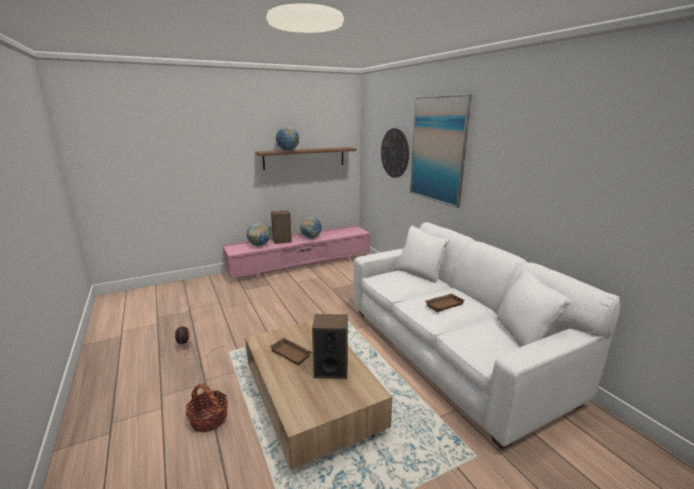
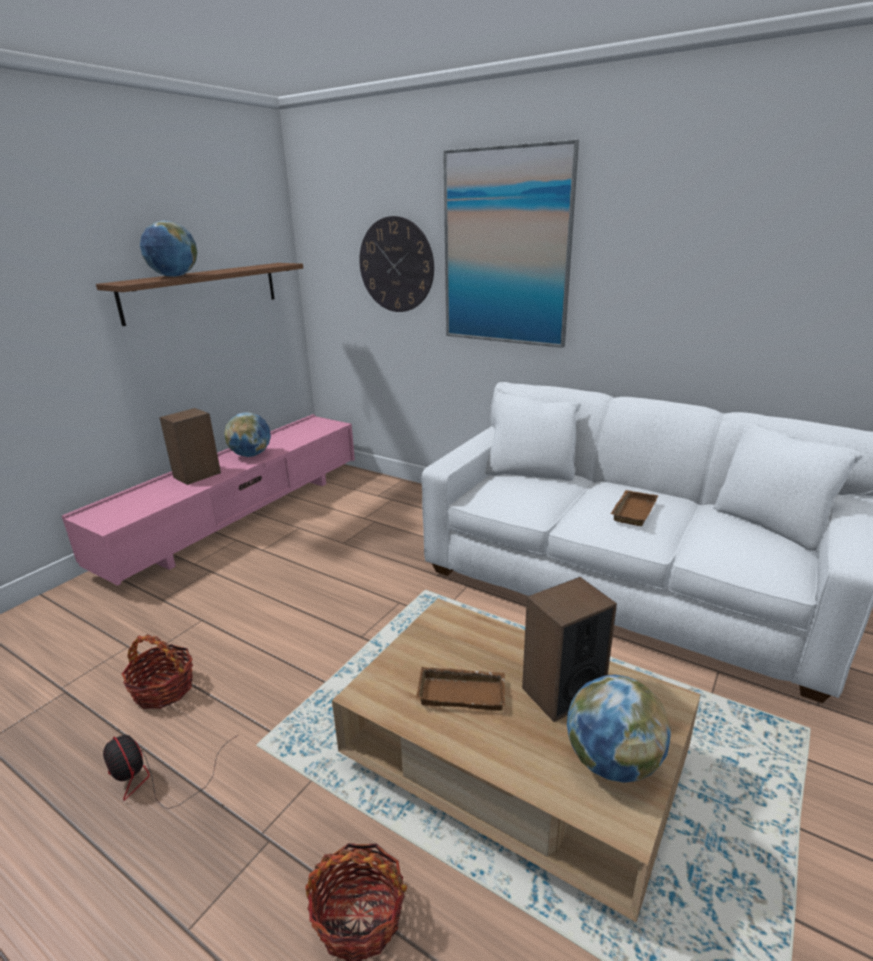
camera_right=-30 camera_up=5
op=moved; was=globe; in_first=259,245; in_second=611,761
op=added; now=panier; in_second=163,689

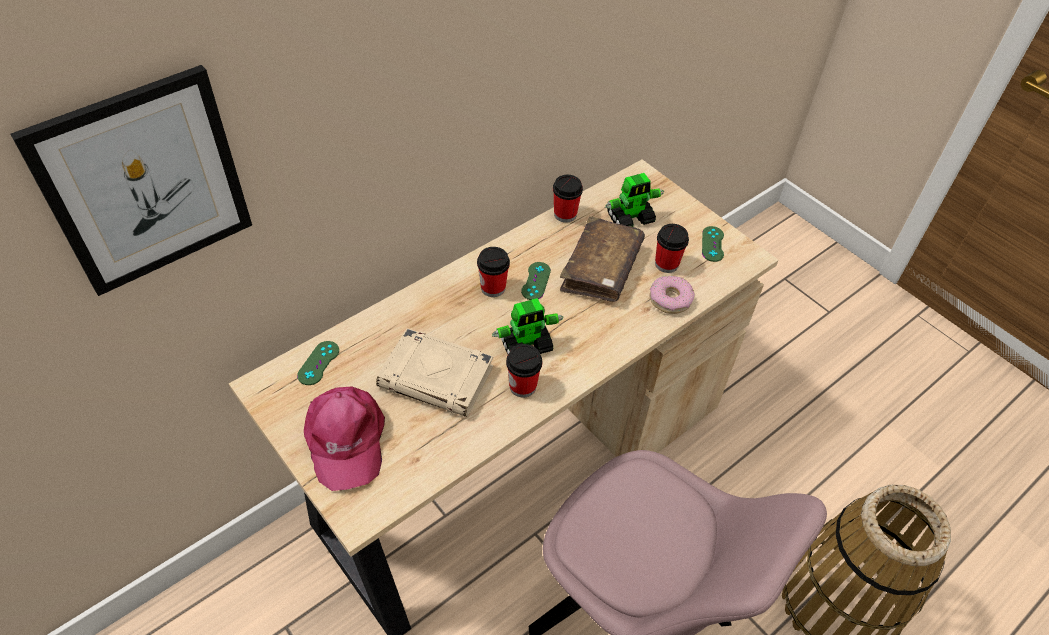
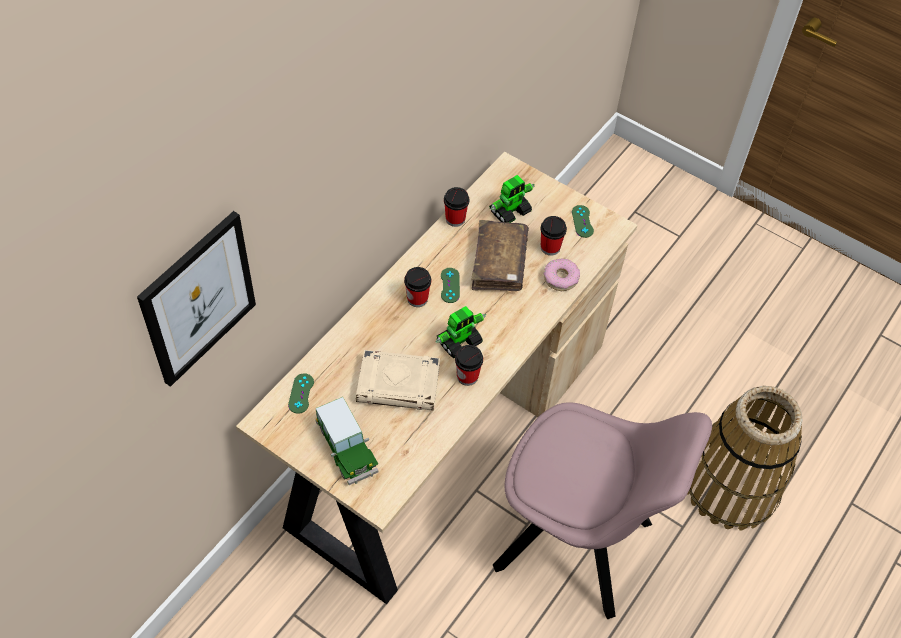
camera_right=-15 camera_up=5
op=replaced; was=casquette (rose); now=petite voiture; in_first=345,440; in_second=346,449

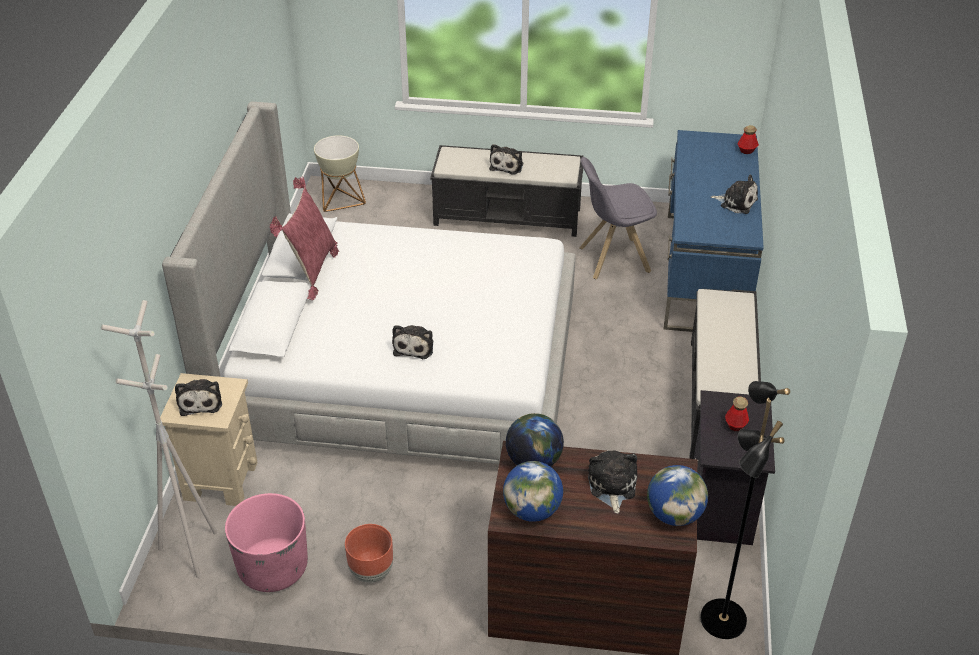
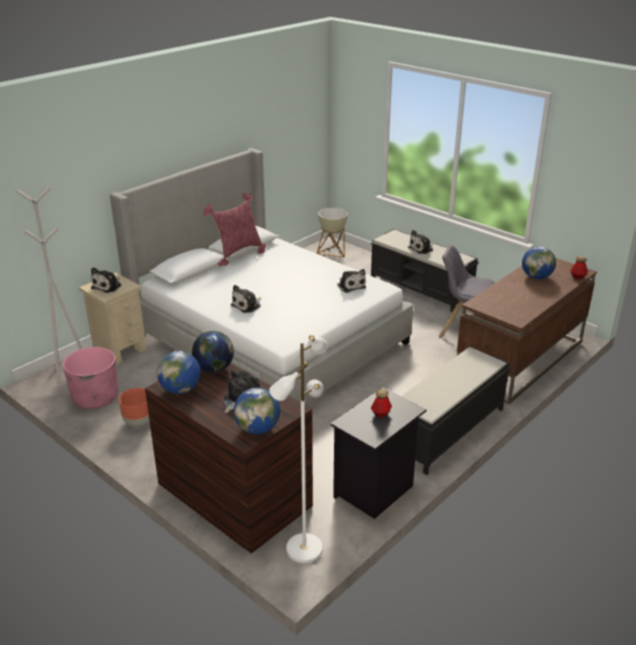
camera_right=35 camera_up=-10
op=recoloured; was=bureau (bleu); now=bureau (marron); in_first=704,274; in_second=519,360
op=recoloured; was=lampadaire (noir); now=lampadaire (blanc); in_first=721,619; in_second=303,548
op=moved; was=peluche; in_first=736,202; in_second=350,286
op=added; now=globe; in_second=536,277

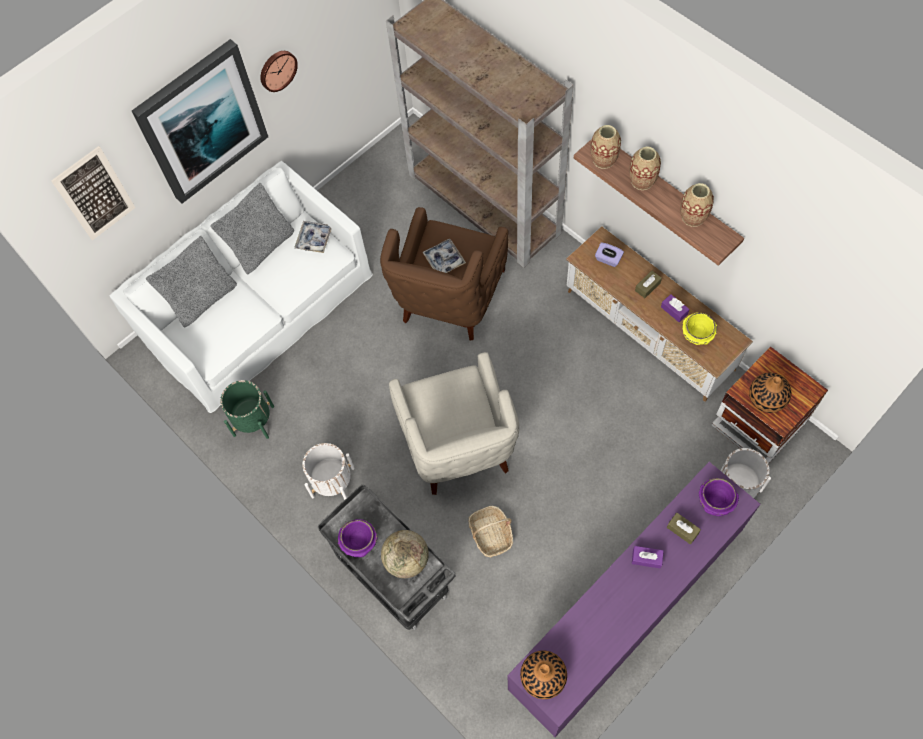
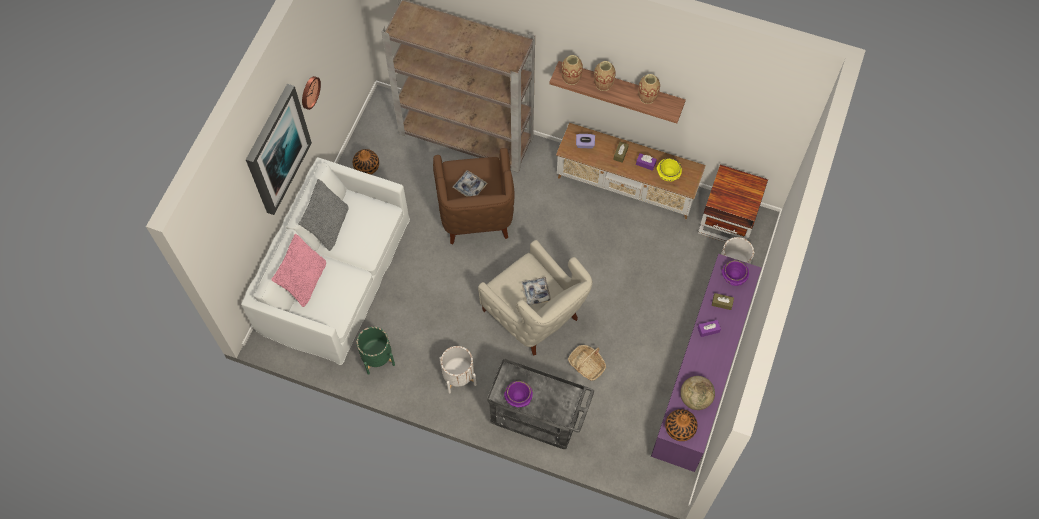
camera_right=-30 camera_up=0
op=removed; was=tableau; in_first=94,194
op=recoloured; was=coussin (gris); now=coussin (rose); in_first=202,297; in_second=304,280
op=moved; was=plateau; in_first=314,239; in_second=536,292
op=moved; was=globe; in_first=406,560; in_second=695,398
op=moved; was=vase; in_first=766,398; in_second=366,167

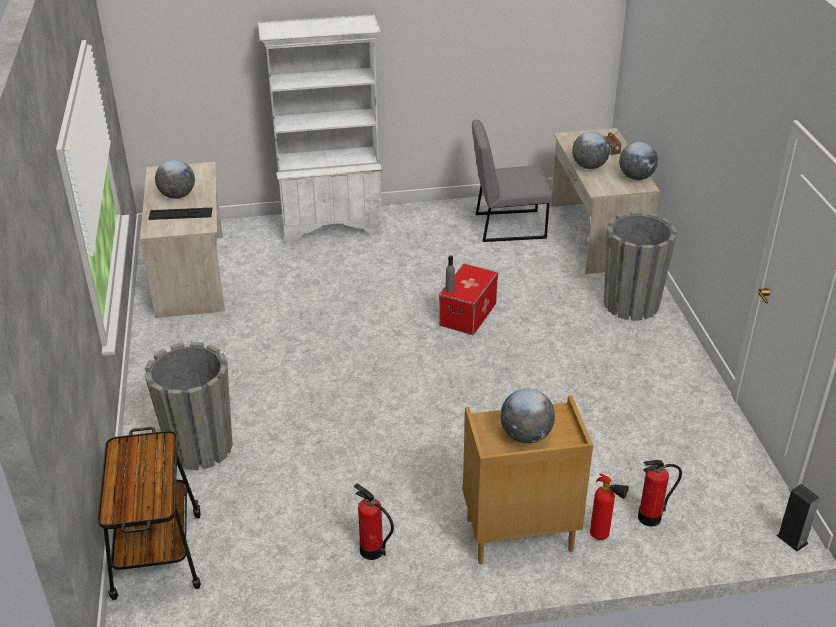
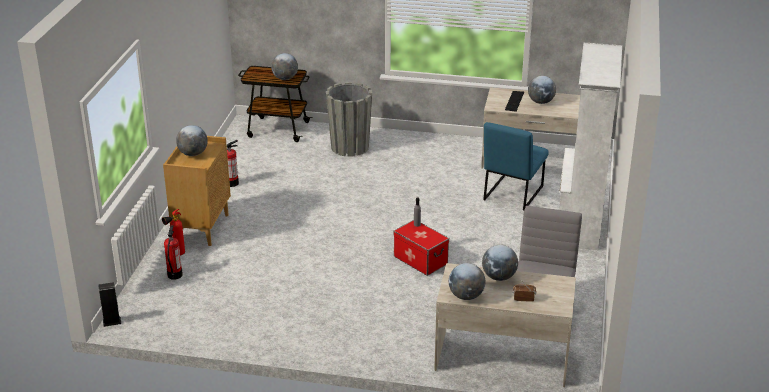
camera_right=110 camera_up=-5
op=removed; was=cache-pot (gris); in_first=631,304
op=added; now=globe; in_second=285,78
op=added; now=chaise (bleu); in_second=512,193

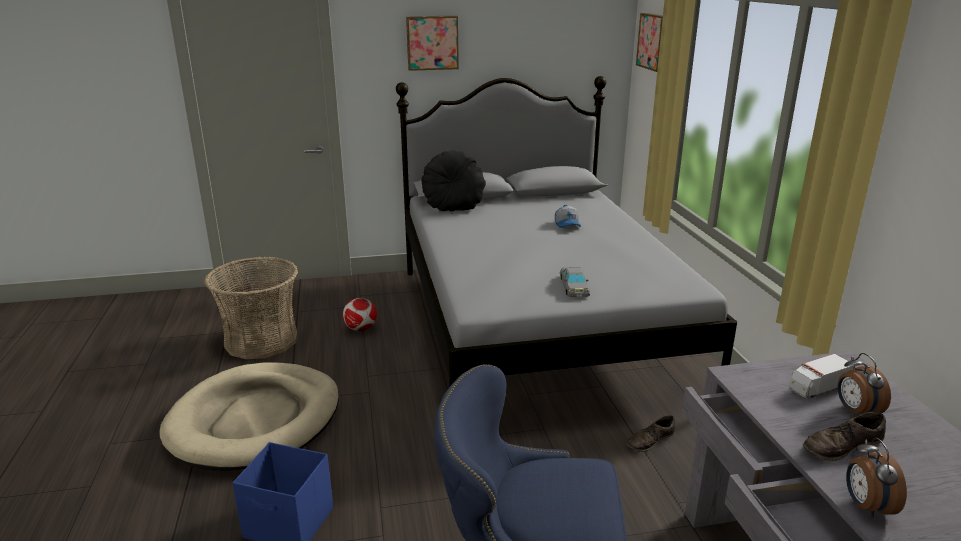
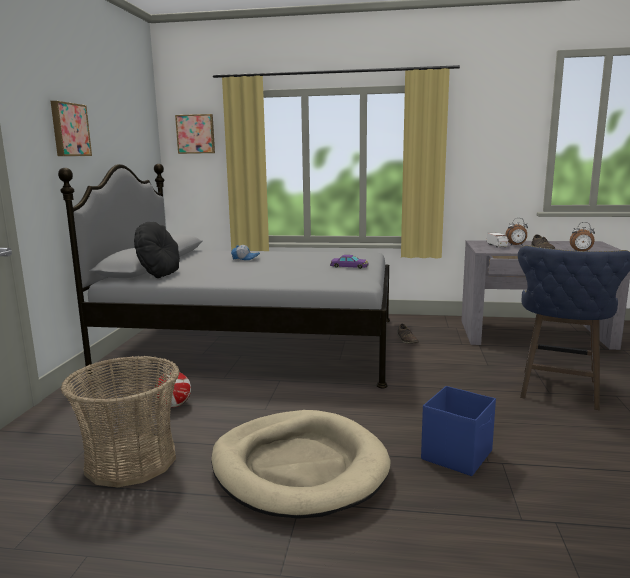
camera_right=-70 camera_up=-10
op=recoloured; was=petite voiture (gris); now=petite voiture (violet); in_first=574,286; in_second=349,266

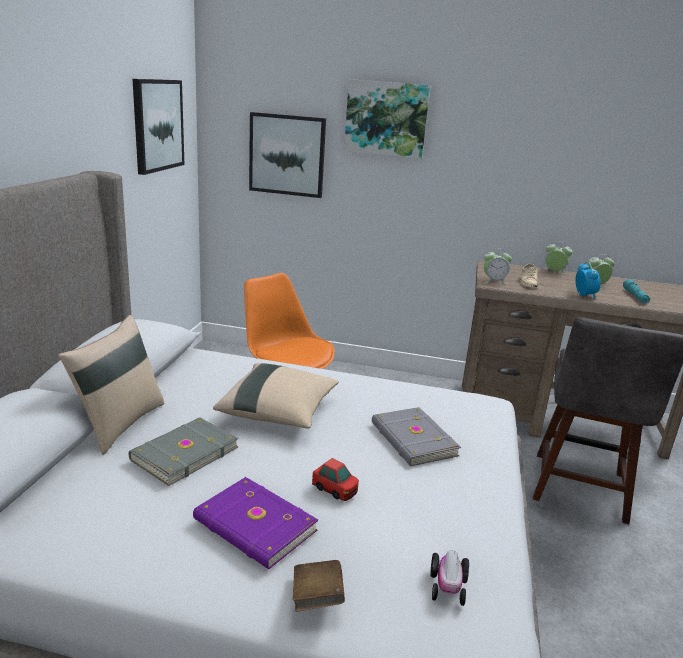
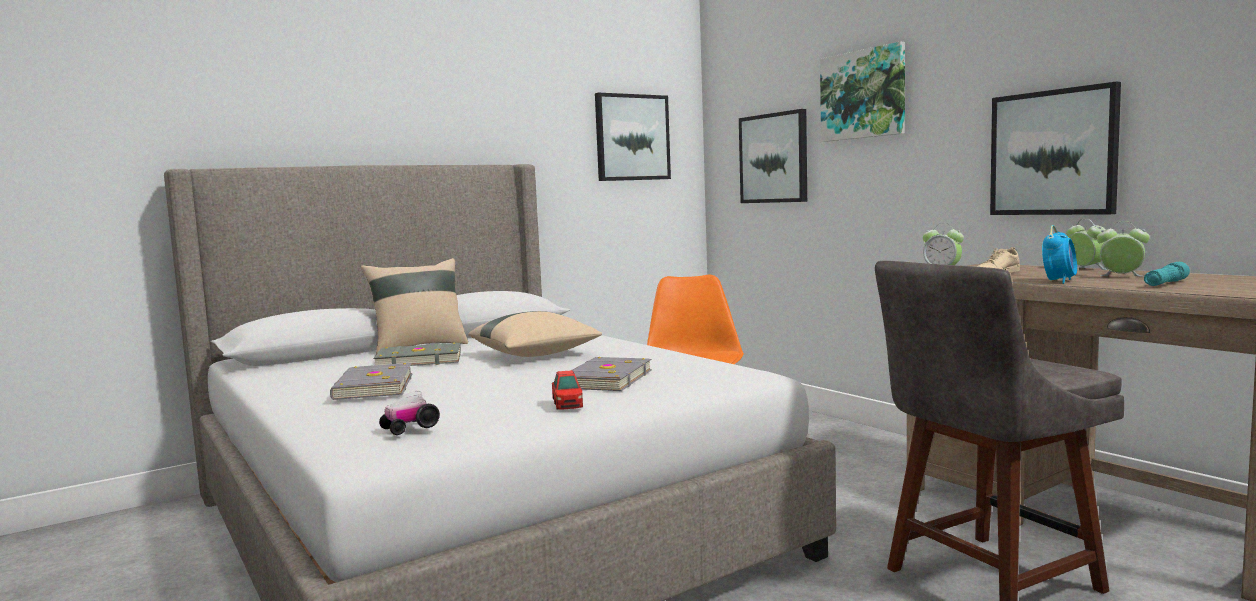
camera_right=45 camera_up=-15
op=recoloured; was=livre (violet); now=livre (gris); in_first=254,527; in_second=372,387
op=removed; was=livre (marron); in_first=317,598
op=moved; was=petite voiture; in_first=335,489; in_second=567,406
op=added; now=tableau; in_second=1053,153

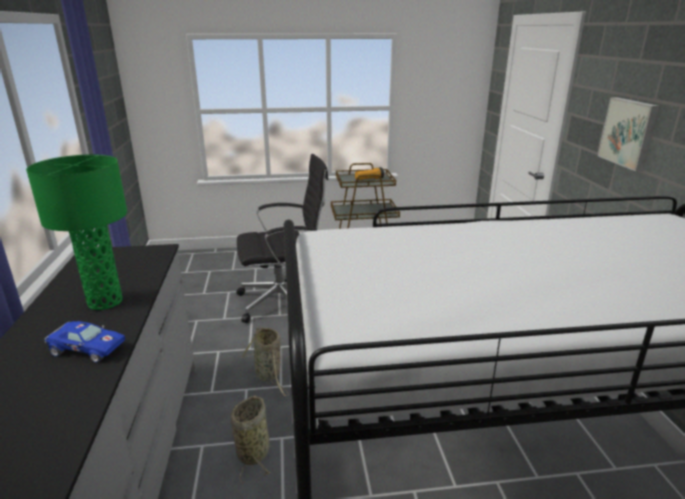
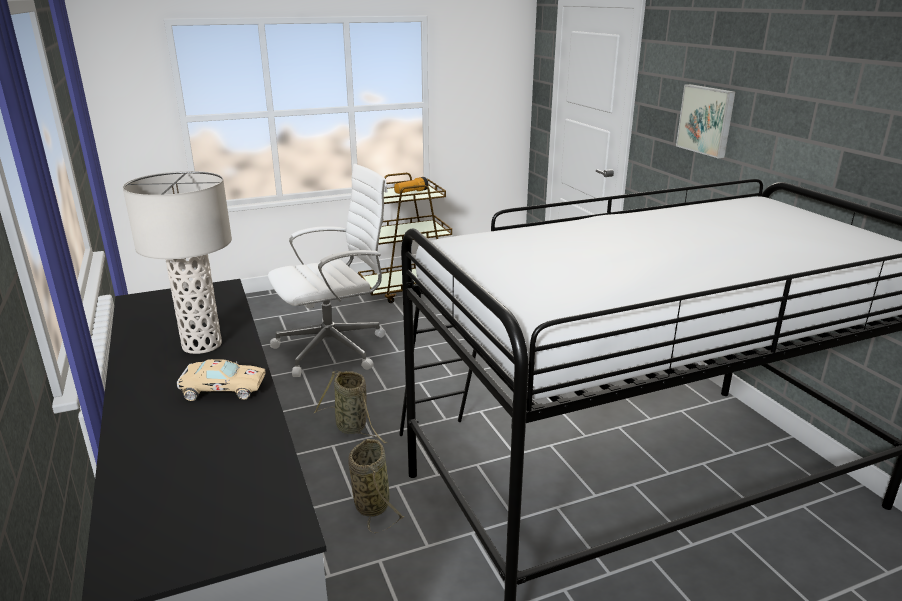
camera_right=-15 camera_up=0
op=recoloured; was=lampe de table (vert); now=lampe de table (blanc); in_first=105,301; in_second=201,344
op=recoloured; was=petite voiture (bleu); now=petite voiture (beige); in_first=86,348; in_second=220,389
op=recoloured; was=chaise de bureau (noir); now=chaise de bureau (blanc); in_first=284,302; in_second=334,348

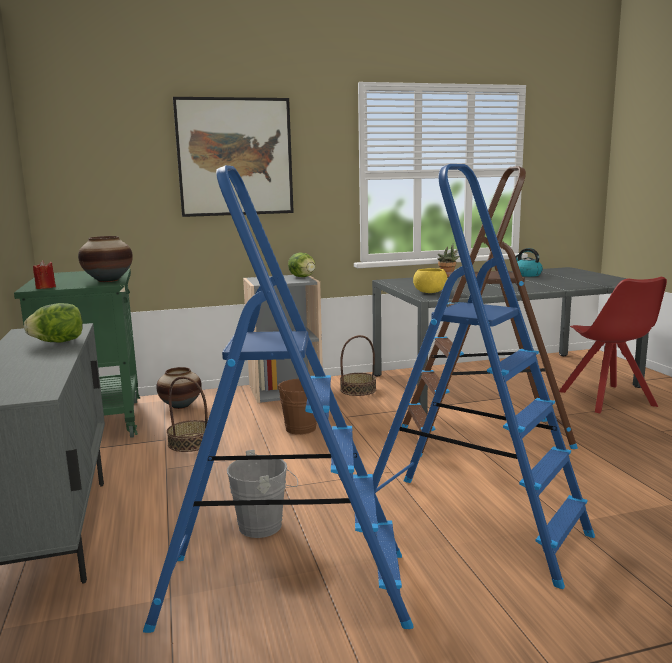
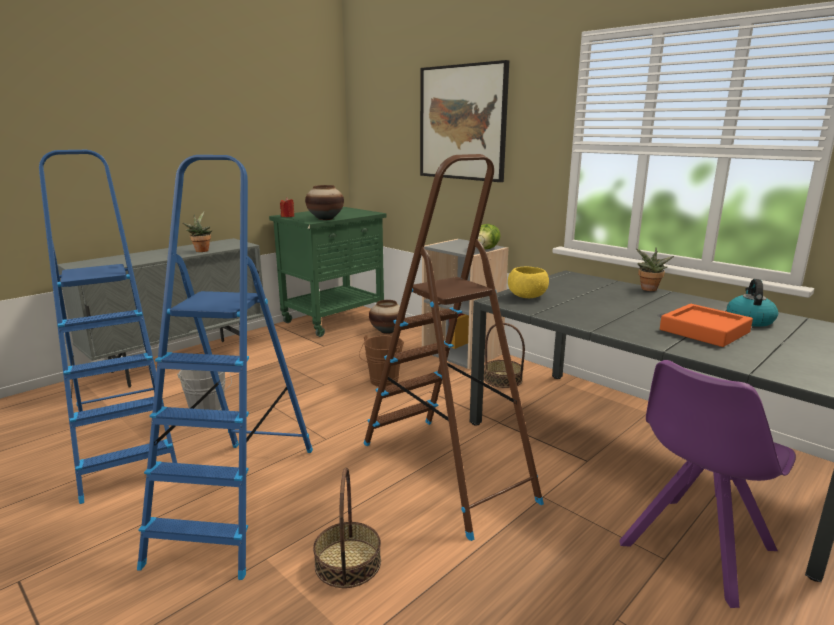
camera_right=60 camera_up=5
op=replaced; was=laitue; now=plante en pot; in_first=58,342; in_second=201,250
op=moved; was=panier; in_first=191,442; in_second=348,563
op=recoloured; was=chaise (rouge); now=chaise (violet); in_first=607,400; in_second=694,548
op=added; now=plateau (orange); in_second=704,331

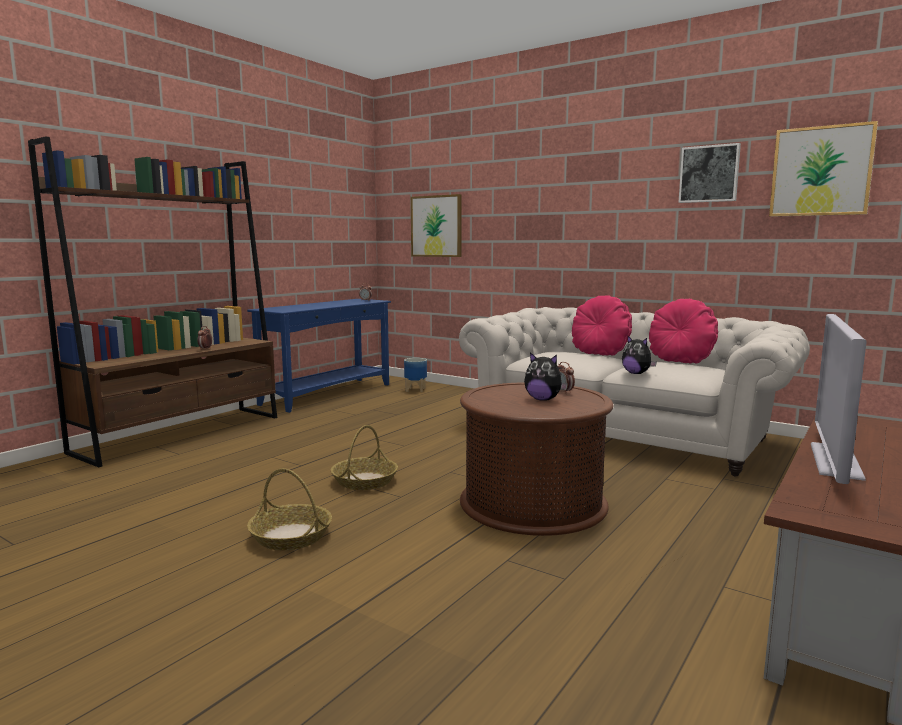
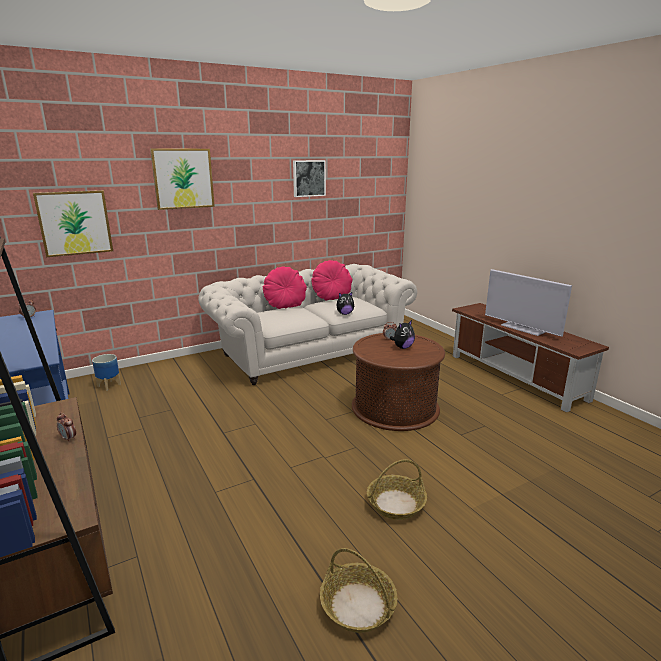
camera_right=-65 camera_up=10
op=moved; was=panier; in_first=364,481; in_second=358,605
op=moved; was=tableau; in_first=821,171; in_second=183,178

